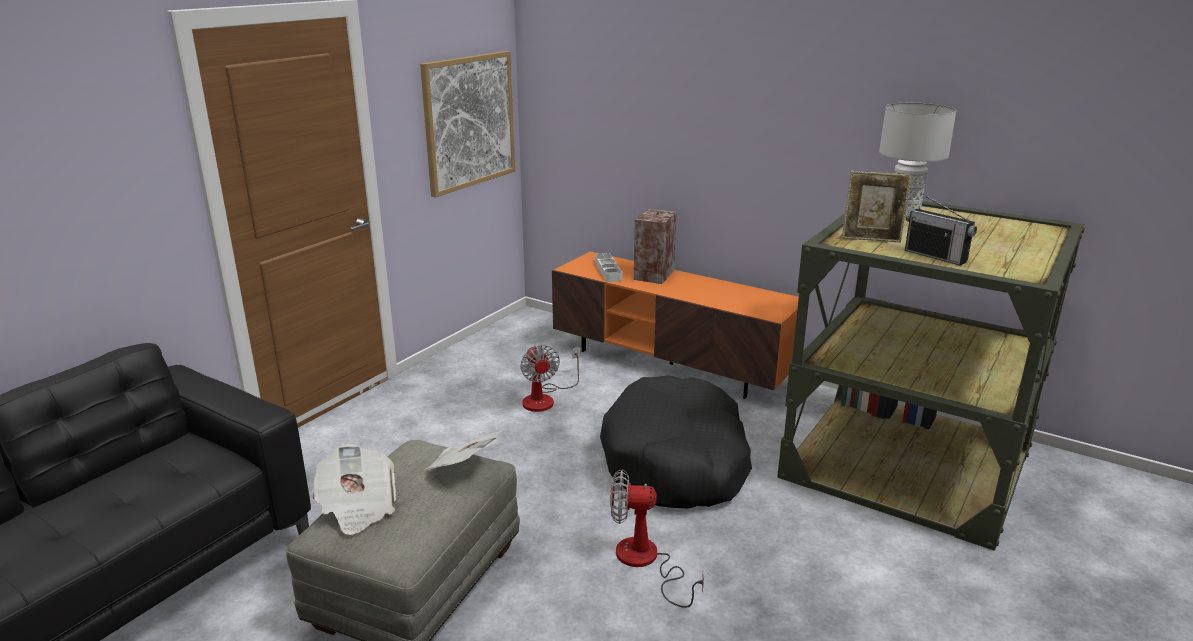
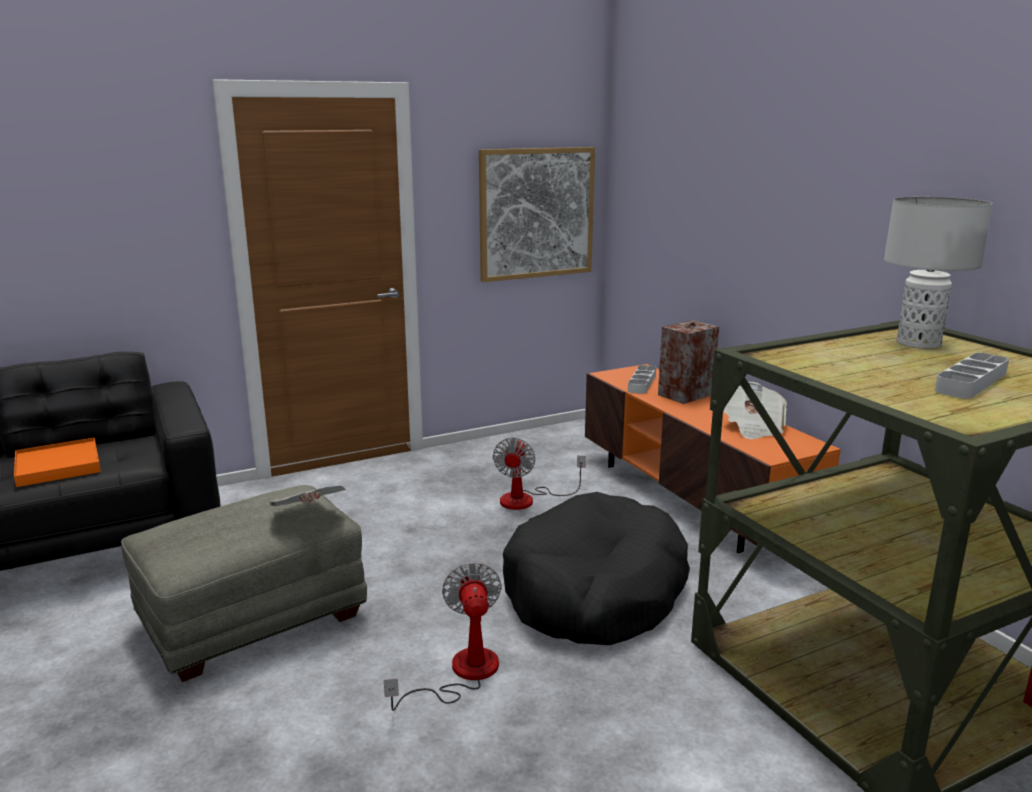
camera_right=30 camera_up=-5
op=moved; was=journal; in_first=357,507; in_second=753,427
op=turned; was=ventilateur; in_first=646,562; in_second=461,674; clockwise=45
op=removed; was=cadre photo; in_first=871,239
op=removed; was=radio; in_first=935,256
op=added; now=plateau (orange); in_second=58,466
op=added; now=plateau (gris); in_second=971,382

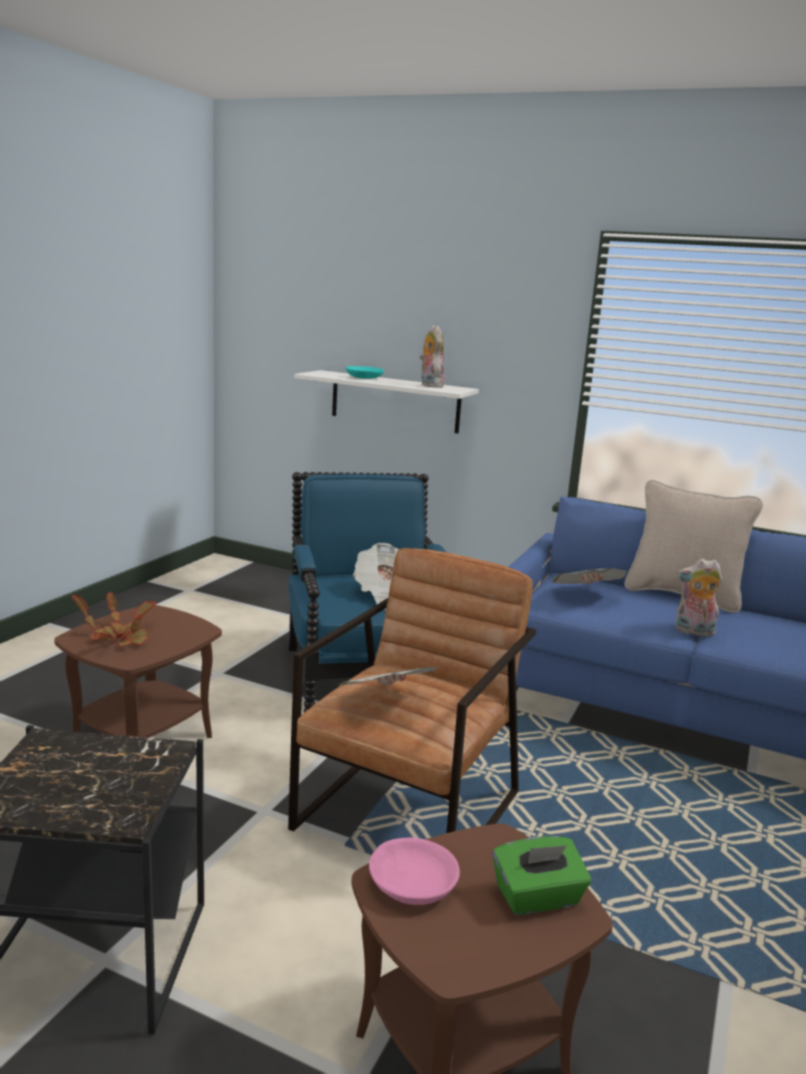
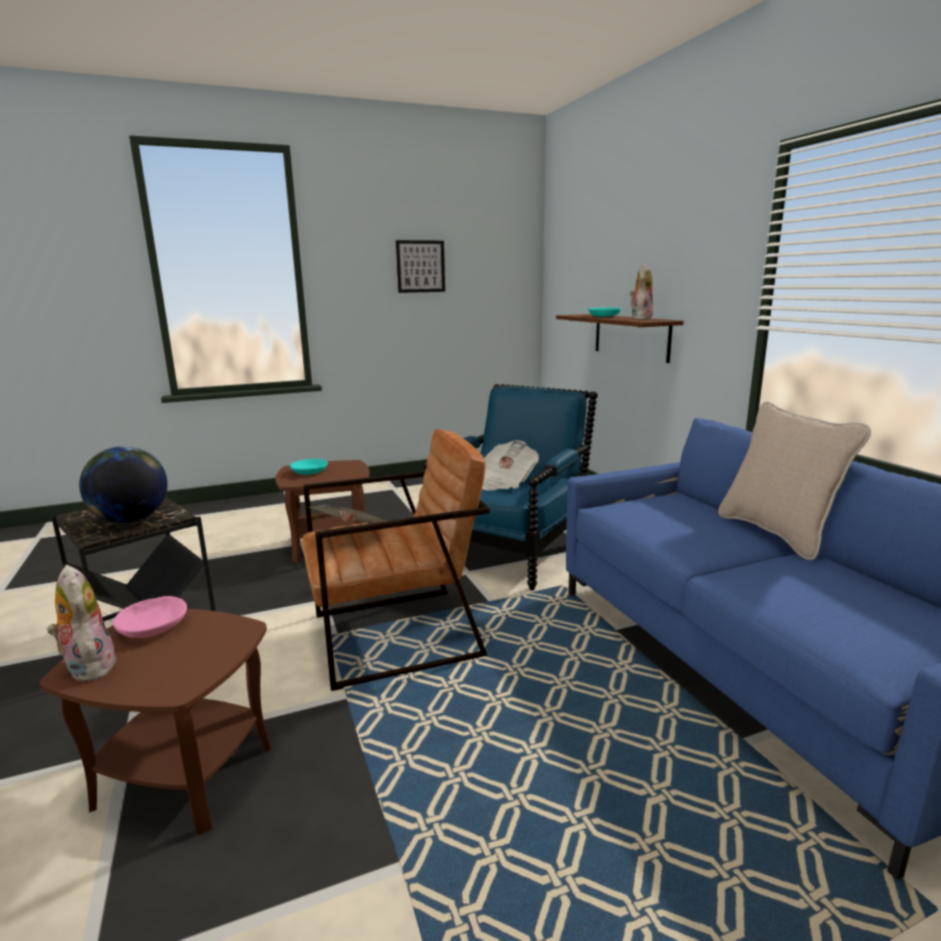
camera_right=45 camera_up=0
op=replaced; was=plante en pot; now=bol (turquoise); in_first=119,638; in_second=309,472
op=recoloured; was=étagère (blanc); now=étagère (marron); in_first=395,401; in_second=631,336
op=removed; was=boîte à mouchoirs (vert); in_first=537,898
op=removed; was=journal; in_first=585,596
op=moved; was=peluche; in_first=693,632; in_second=88,667
op=added; now=globe; in_second=131,520
op=added; now=tableau; in_second=420,266

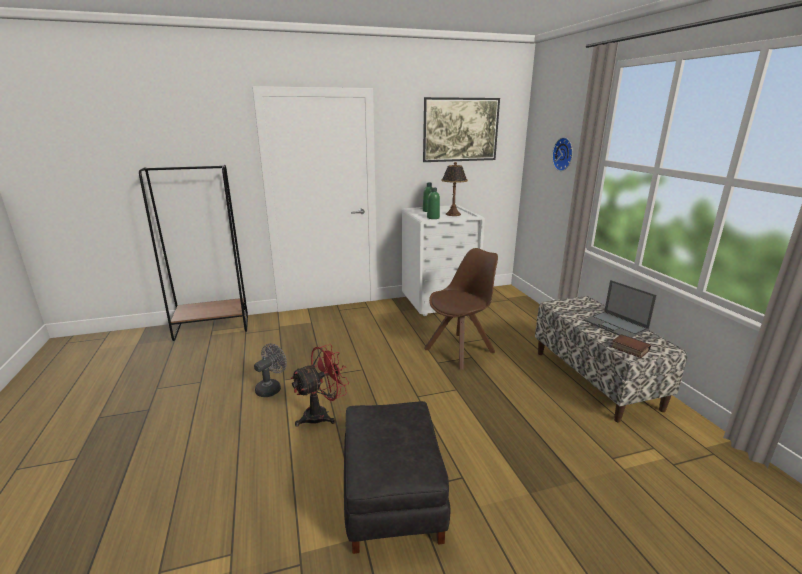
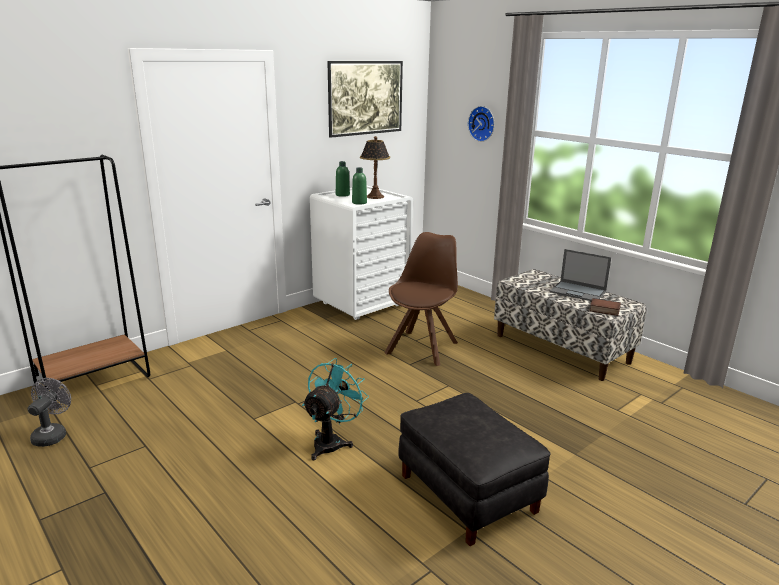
camera_right=-25 camera_up=0
op=moved; was=ventilateur (gris); in_first=271,388; in_second=52,434
op=recoloured; was=ventilateur (rouge); now=ventilateur (turquoise); in_first=322,414; in_second=332,442

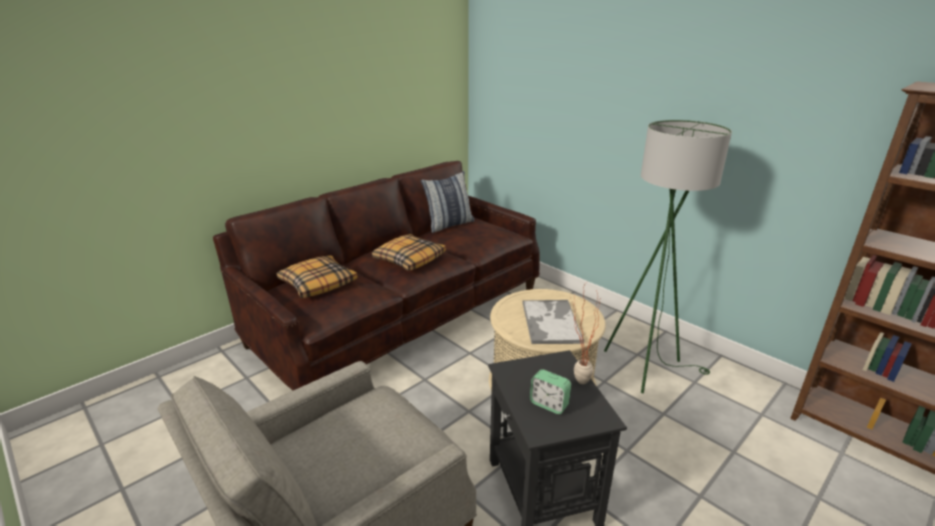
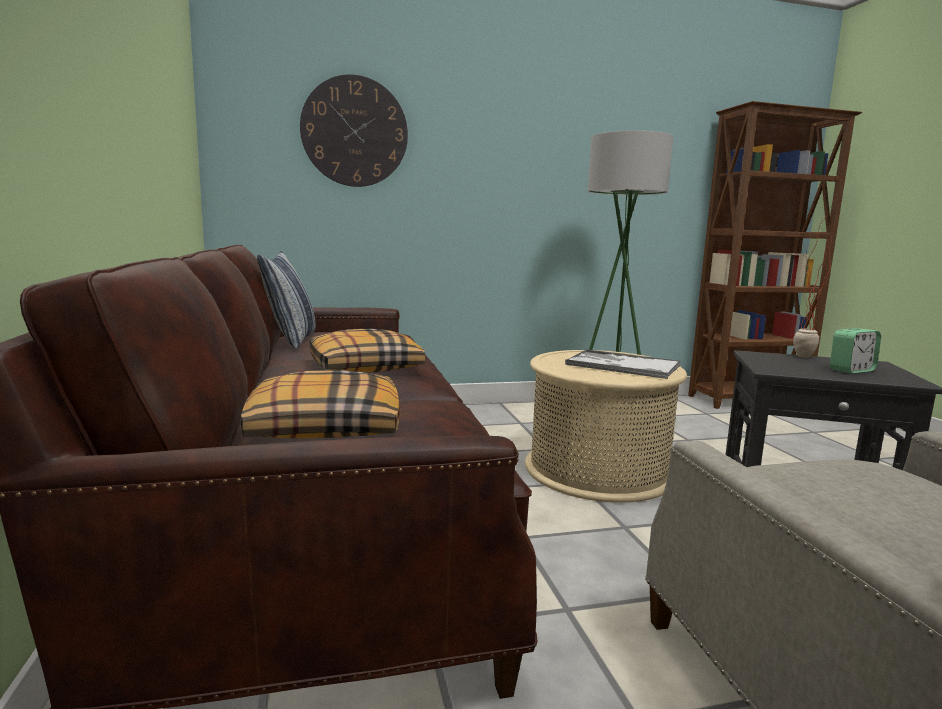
camera_right=-60 camera_up=-15
op=added; now=horloge murale; in_second=354,132

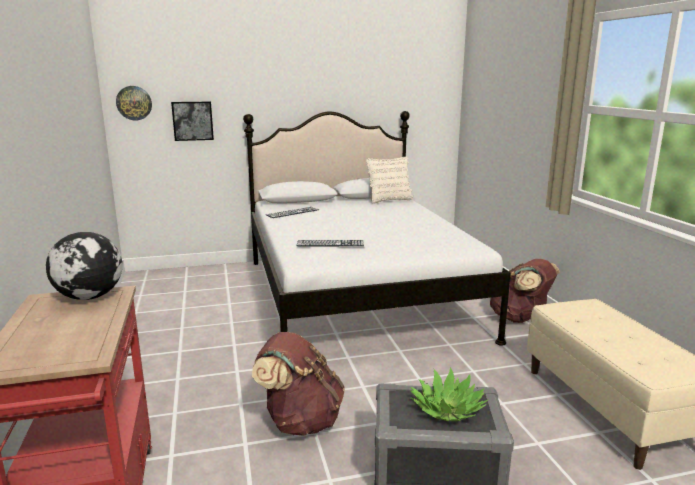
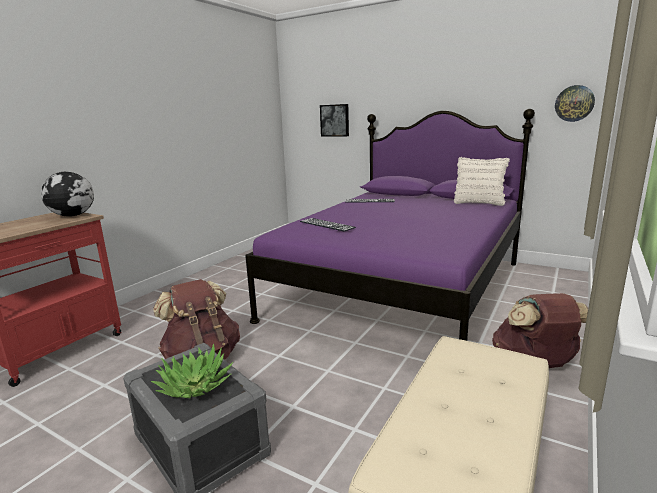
camera_right=45 camera_up=0
op=moved; was=horloge murale; in_first=134,103; in_second=574,103
op=recoloured; was=lit (blanc); now=lit (violet); in_first=357,297; in_second=401,290

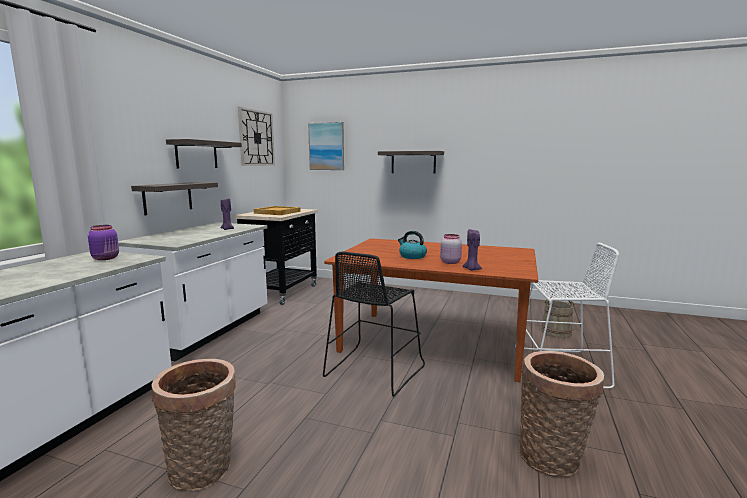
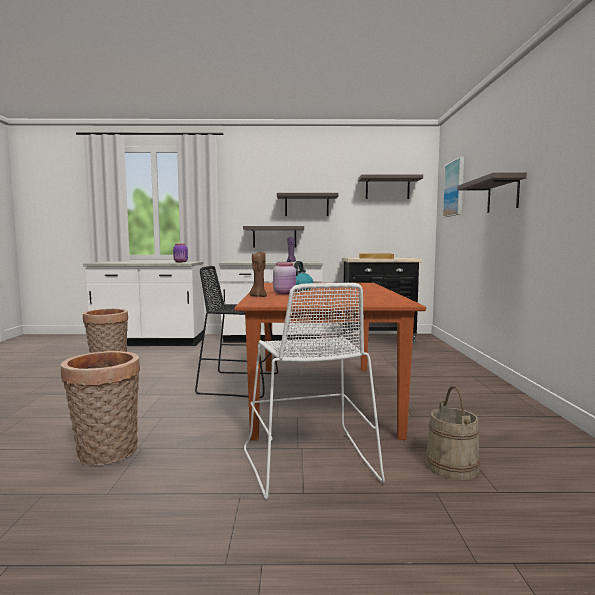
camera_right=70 camera_up=-5
op=replaced; was=horloge murale; now=étagère; in_first=256,138; in_second=387,188
op=recoloured; was=bougie (violet); now=bougie (marron); in_first=471,269; in_second=258,296

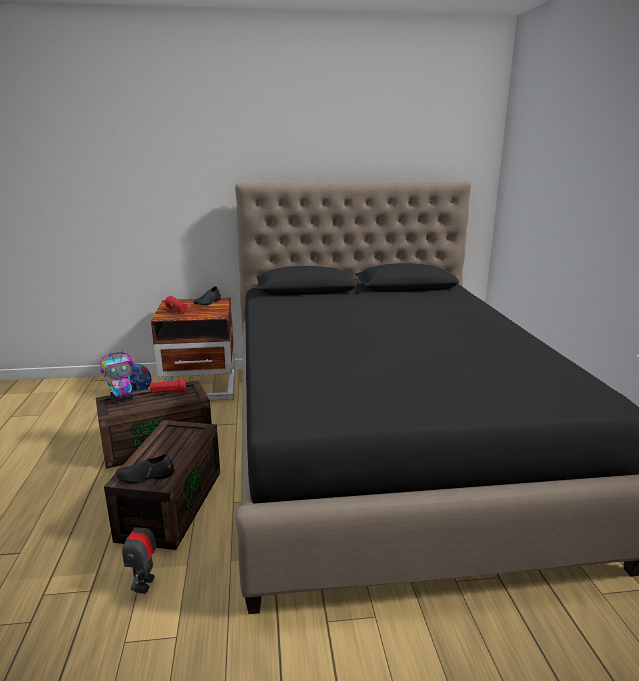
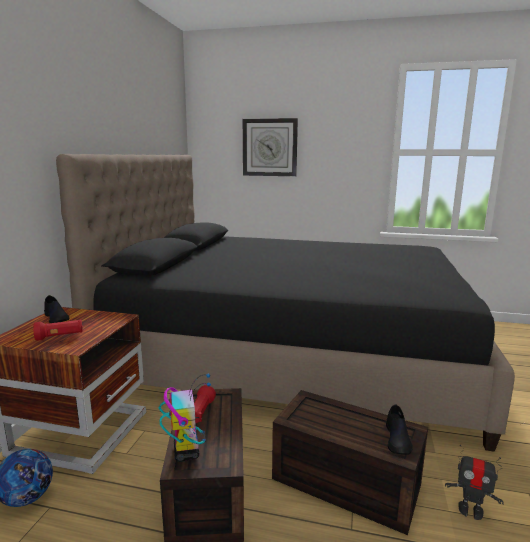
camera_right=-70 camera_up=-5
op=added; now=horloge murale; in_second=270,147

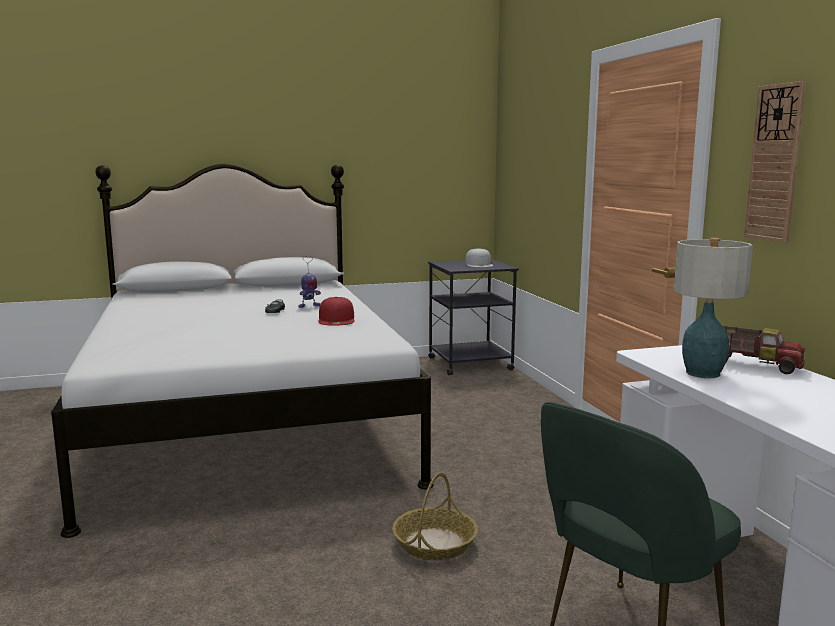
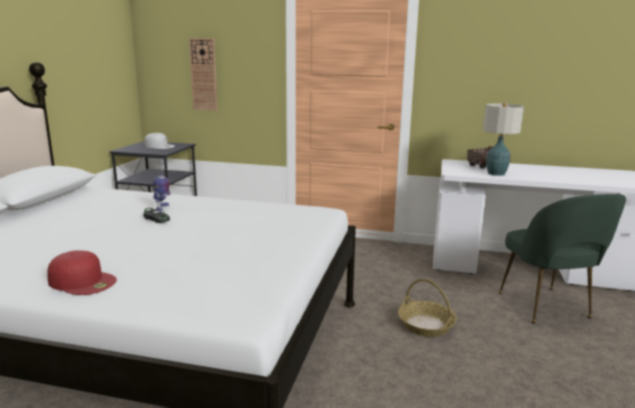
camera_right=-60 camera_up=5
op=moved; was=casquette (rouge); in_first=337,319; in_second=83,281
op=moved; was=horloge murale; in_first=775,163; in_second=204,74

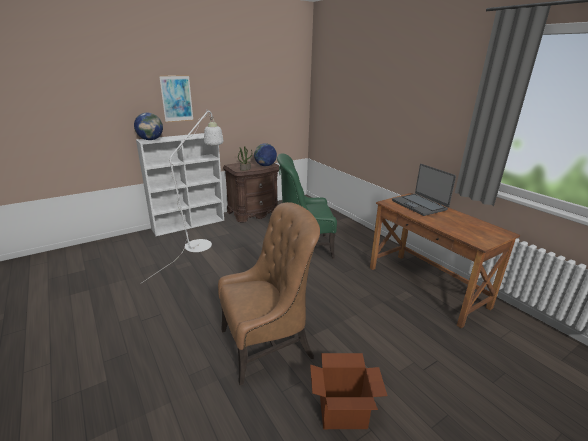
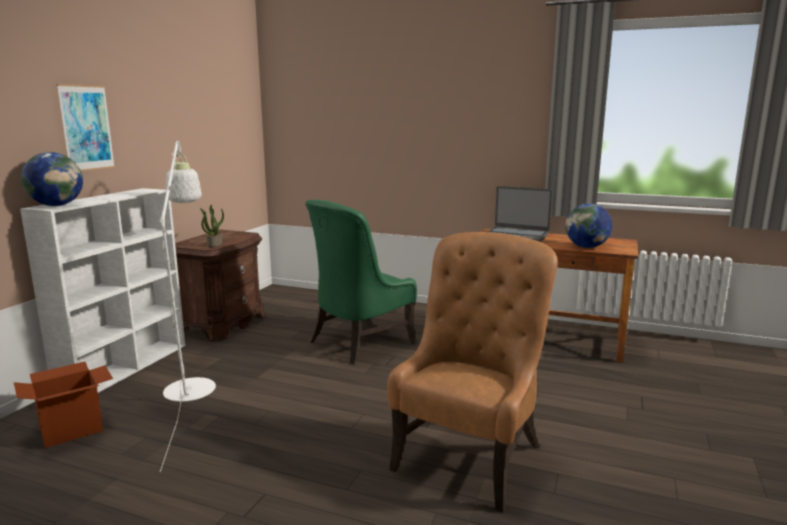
camera_right=-35 camera_up=-10
op=moved; was=globe; in_first=265,165; in_second=586,247
op=moved; was=carton; in_first=343,412; in_second=72,430

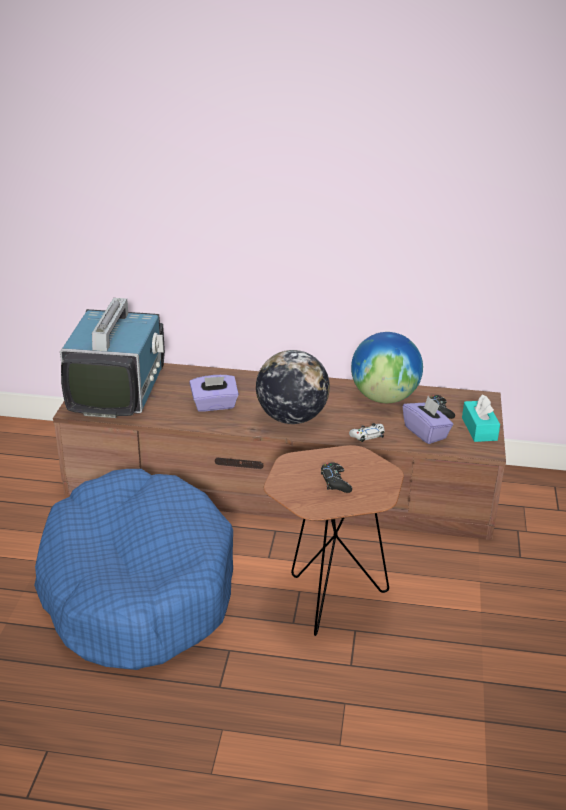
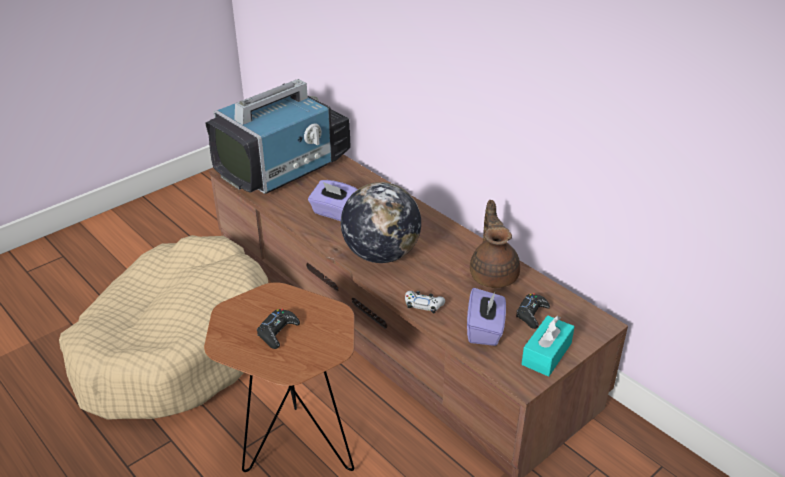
camera_right=40 camera_up=5
op=recoloured; was=panier pour chien (bleu); now=panier pour chien (beige); in_first=136,587; in_second=176,345
op=replaced; was=globe; now=théière (marron); in_first=384,398; in_second=494,274

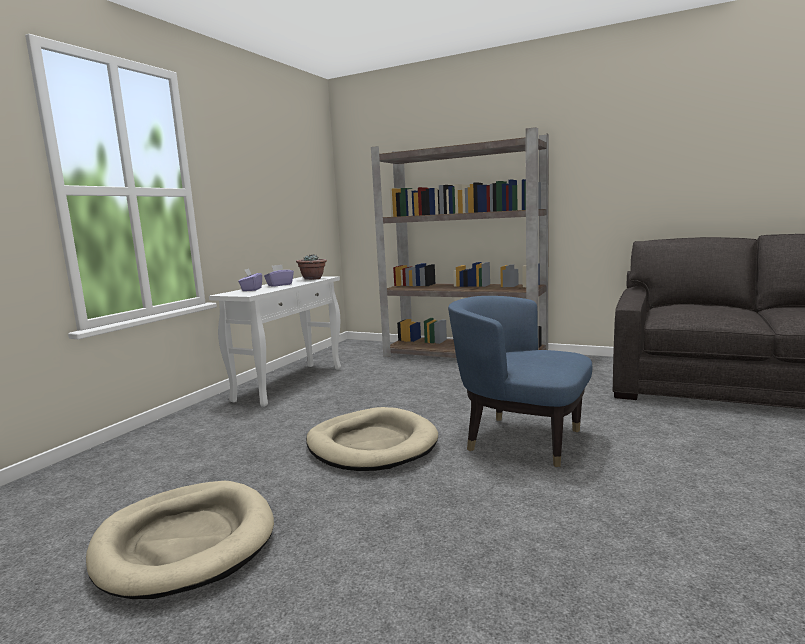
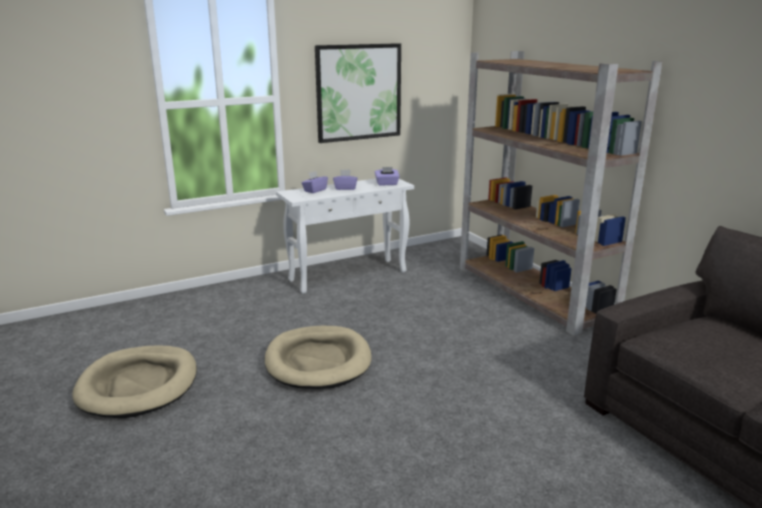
camera_right=35 camera_up=10
op=replaced; was=plante en pot; now=boîte à mouchoirs (violet); in_first=313,278; in_second=387,184
op=removed; was=fauteuil (bleu); in_first=521,439
op=added; now=tableau; in_second=358,92

